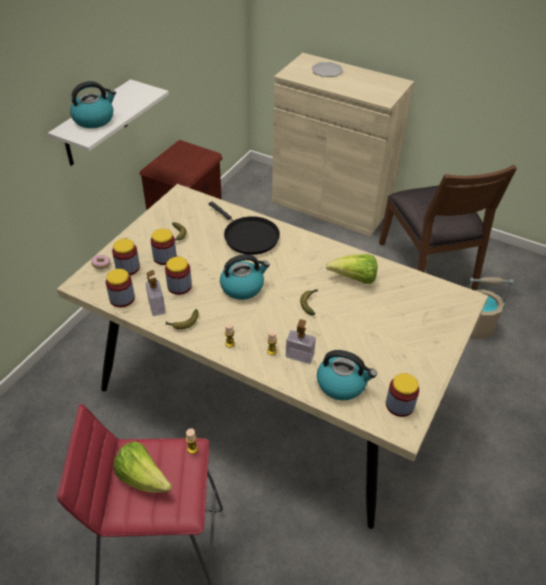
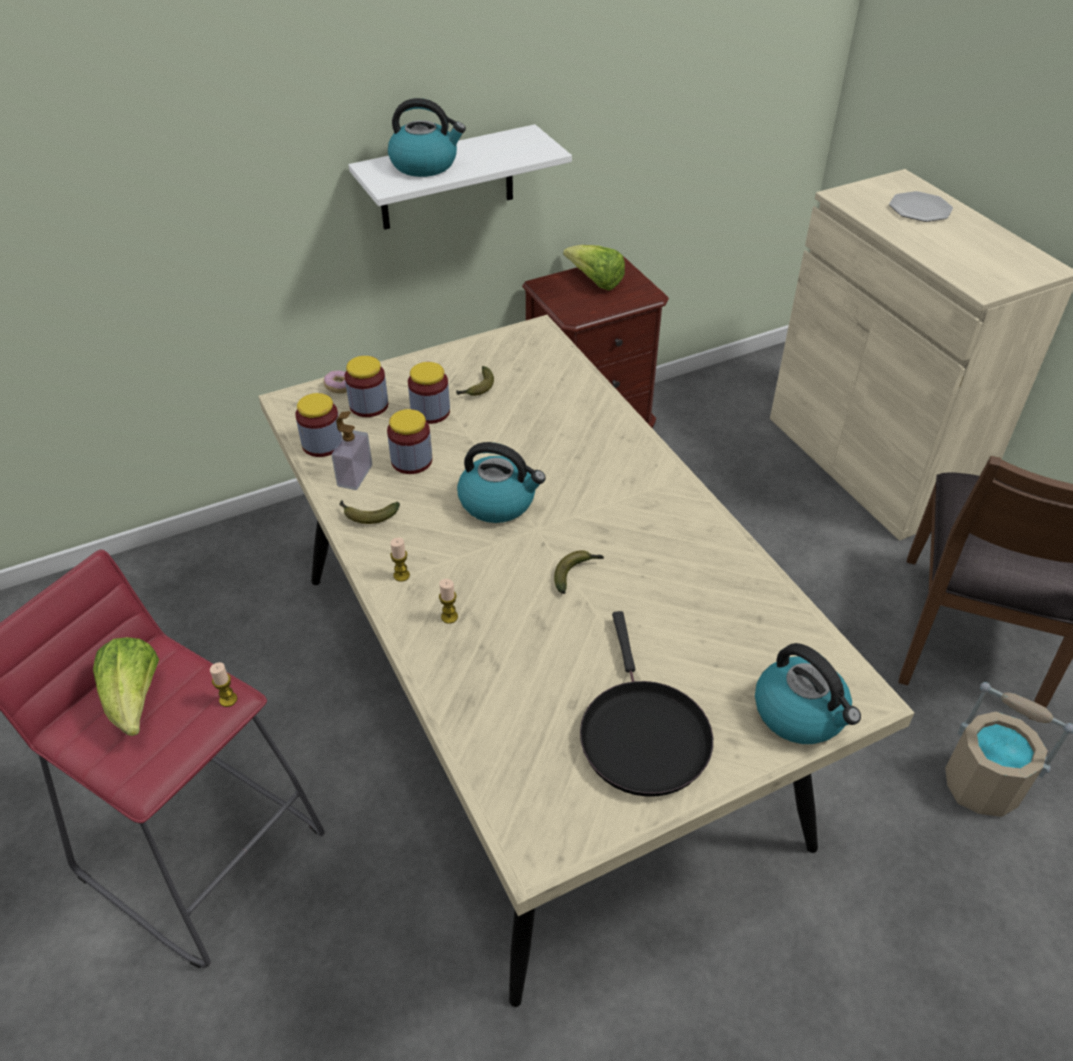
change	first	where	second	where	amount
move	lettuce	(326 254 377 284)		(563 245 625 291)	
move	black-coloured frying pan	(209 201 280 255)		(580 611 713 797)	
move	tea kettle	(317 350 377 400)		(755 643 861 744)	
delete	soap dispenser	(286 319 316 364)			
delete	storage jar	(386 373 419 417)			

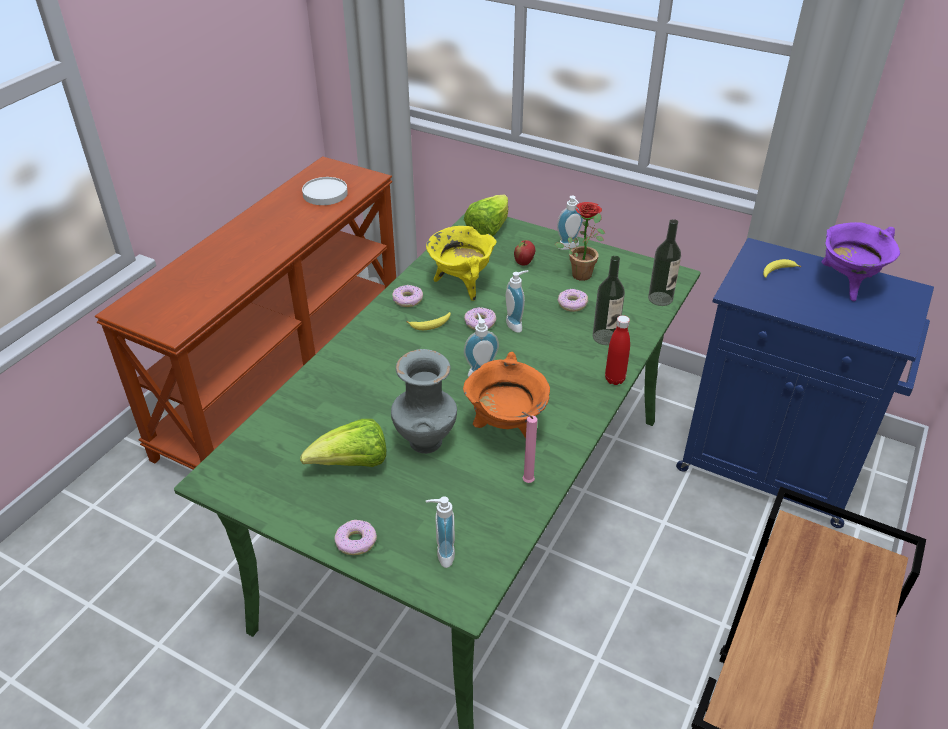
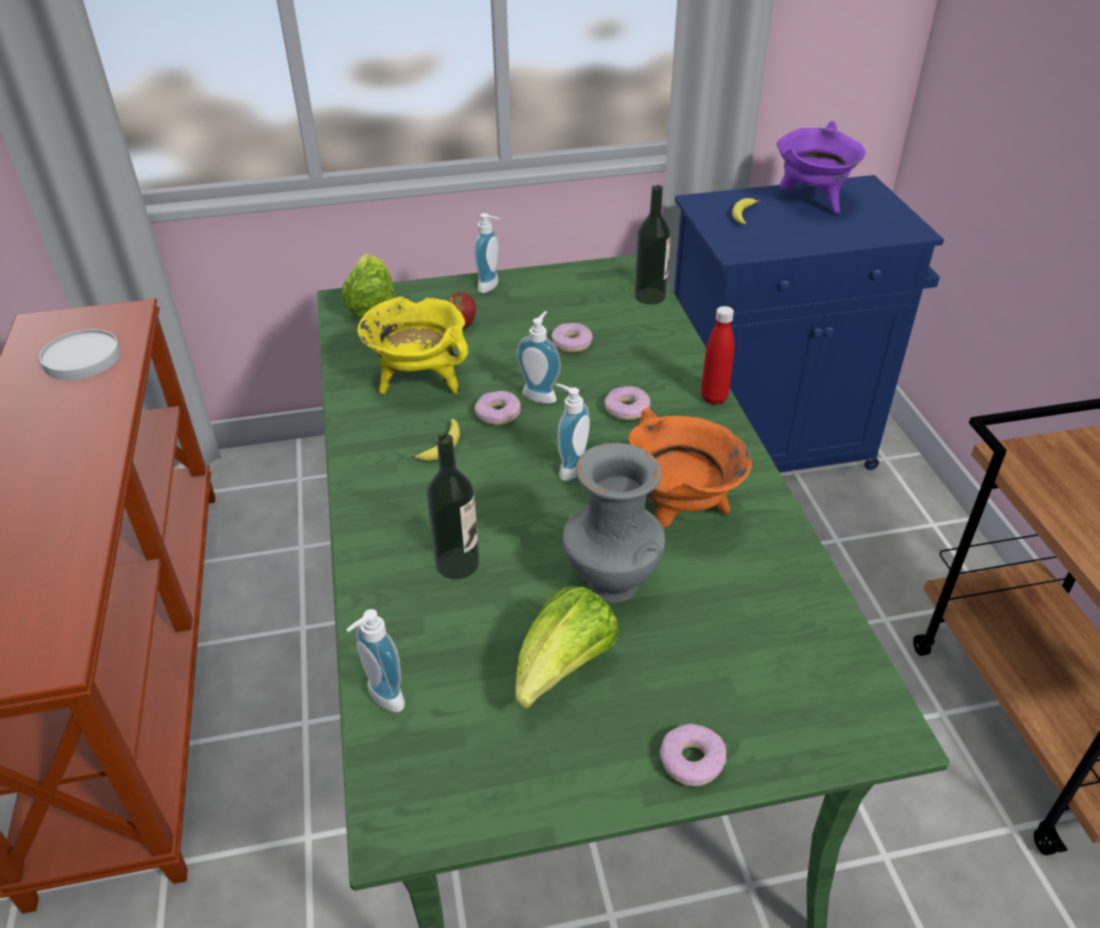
change	first	where	second	where	amount
move	soap dispenser	(426 496 455 568)		(346 609 405 712)	
move	beverage bottle	(593 256 625 345)		(427 434 480 579)	
move	doughnut	(392 285 423 307)		(604 386 650 420)	
delete	pink wax candle	(522 412 538 483)			
delete	plant in a pot	(555 202 605 281)			

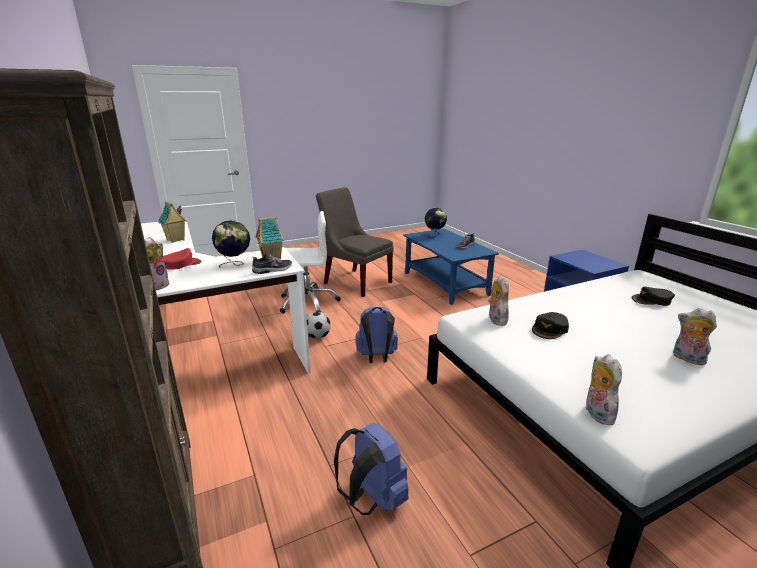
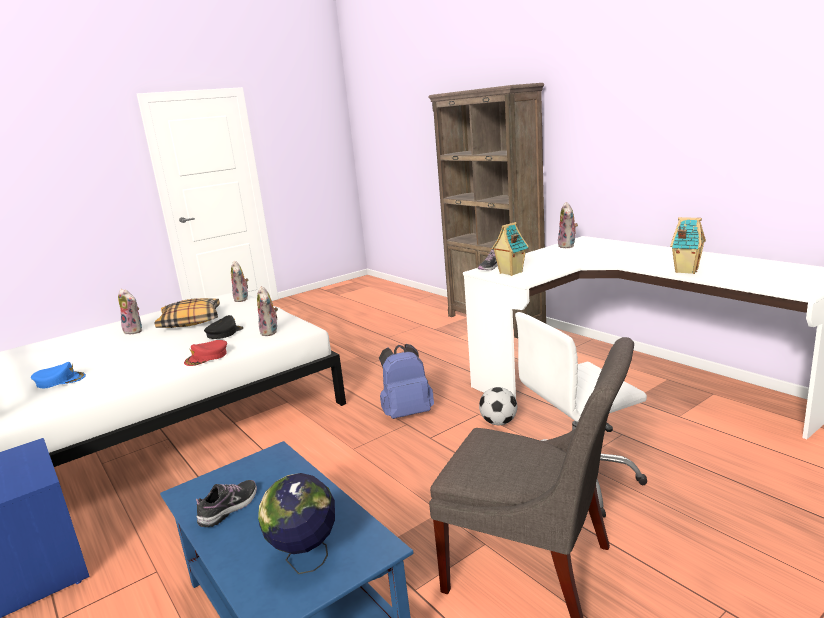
change	first	where	second	where	amount
recolor	black-coloured cap	(631 287 675 306)	blue-coloured cap	(31 362 86 388)	
insert			throw pillow	(155 298 220 328)	
move	reddish cap	(163 248 202 270)		(184 340 227 366)	
delete	globe	(212 220 250 268)			
delete	blue-coloured backpack	(334 423 409 515)			

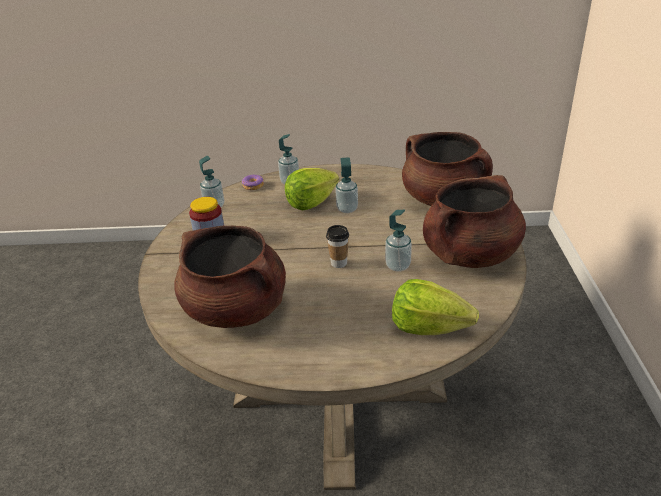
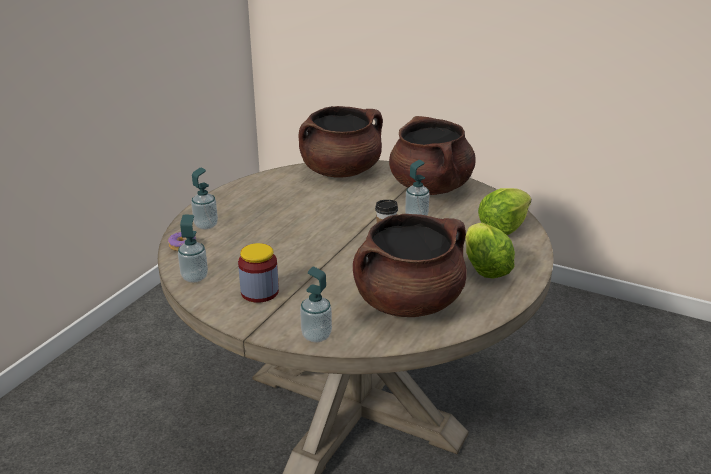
change	first	where	second	where	amount
move	soap dispenser	(335 157 358 213)		(300 267 332 343)	
move	lettuce	(285 168 339 210)		(465 223 515 278)	

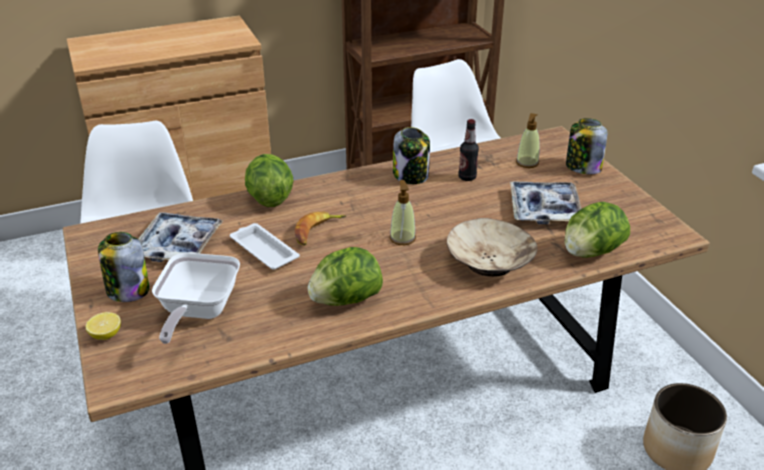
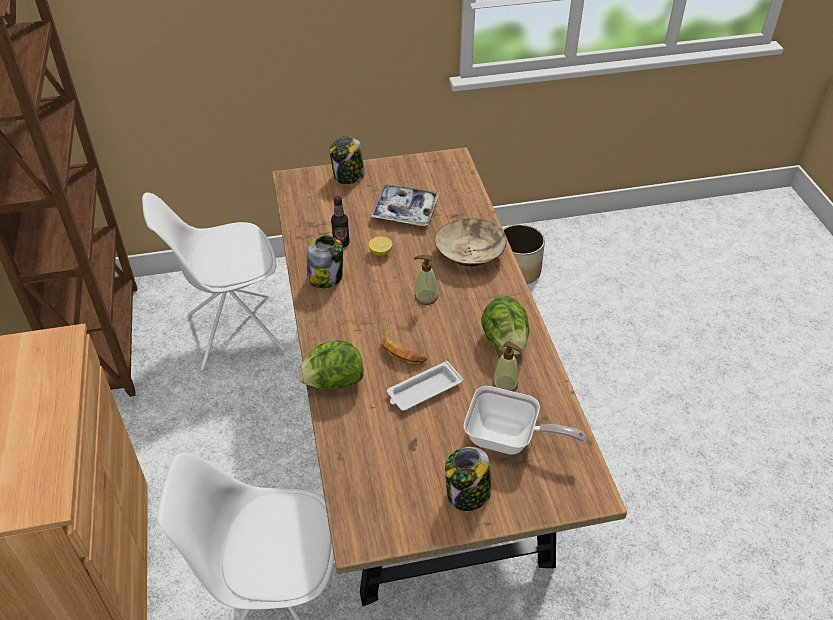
change	first	where	second	where	amount
move	whole lemon	(86 312 121 340)		(369 237 392 256)	
move	soap dispenser	(516 113 540 168)		(493 341 522 392)	
delete	carrying tray	(138 212 223 262)			
delete	lettuce	(565 202 630 258)			

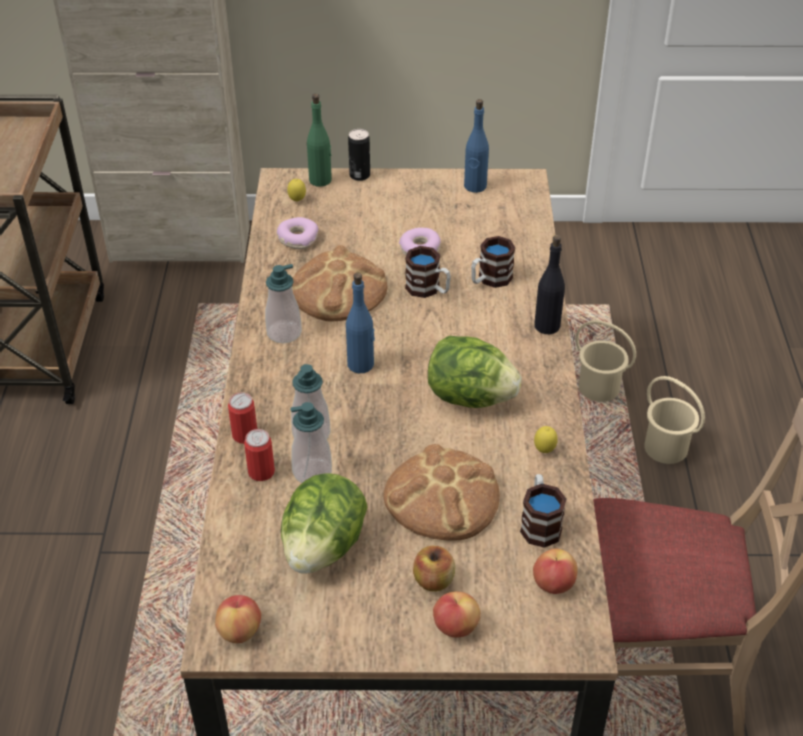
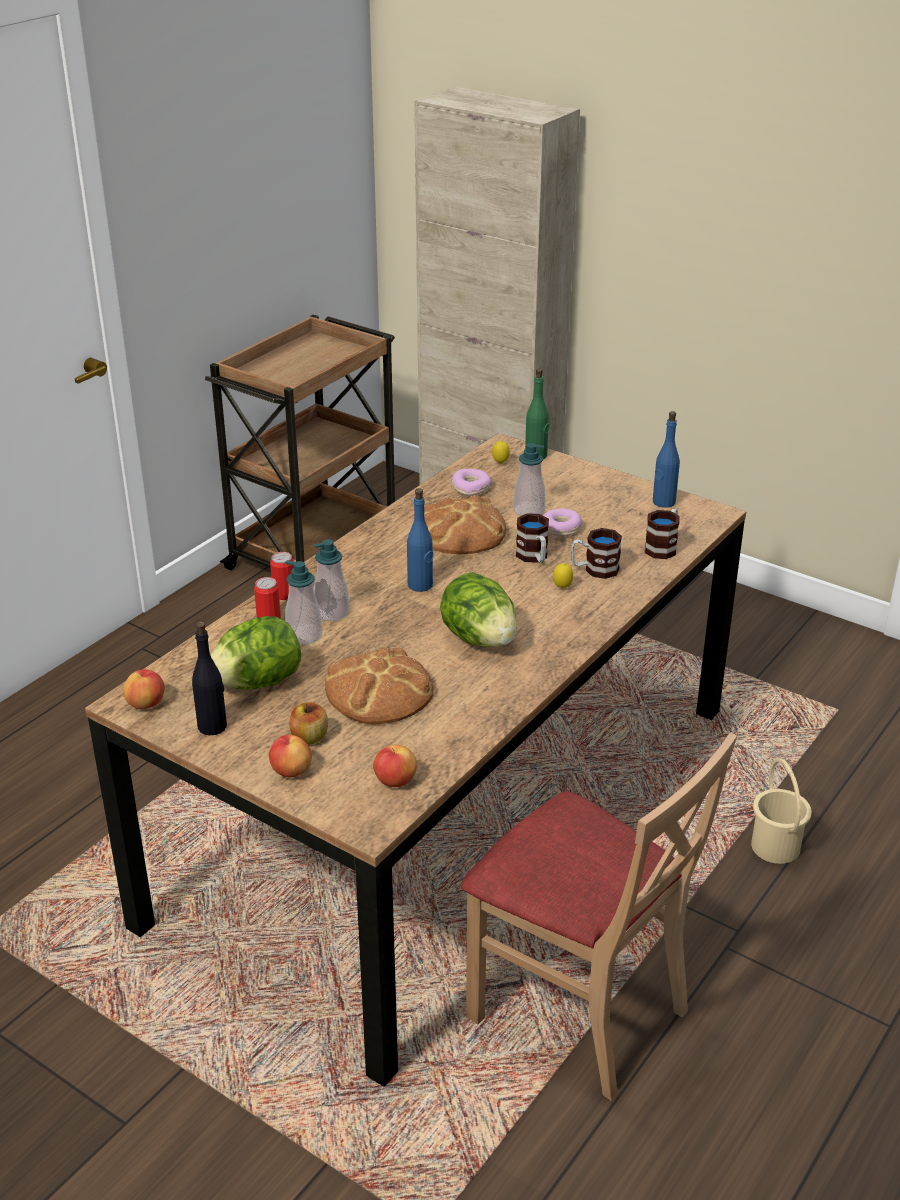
change	first	where	second	where	amount
move	black-coloured beverage bottle	(534 235 565 334)		(192 621 227 735)	
move	soap dispenser	(265 264 302 343)		(514 443 545 516)	
move	whole lemon	(534 426 558 453)		(553 563 573 589)	
move	mug	(520 474 566 548)		(644 509 680 559)	
delete	sealed can	(348 129 370 181)			
delete	sand-coloured bucket	(575 320 636 402)			

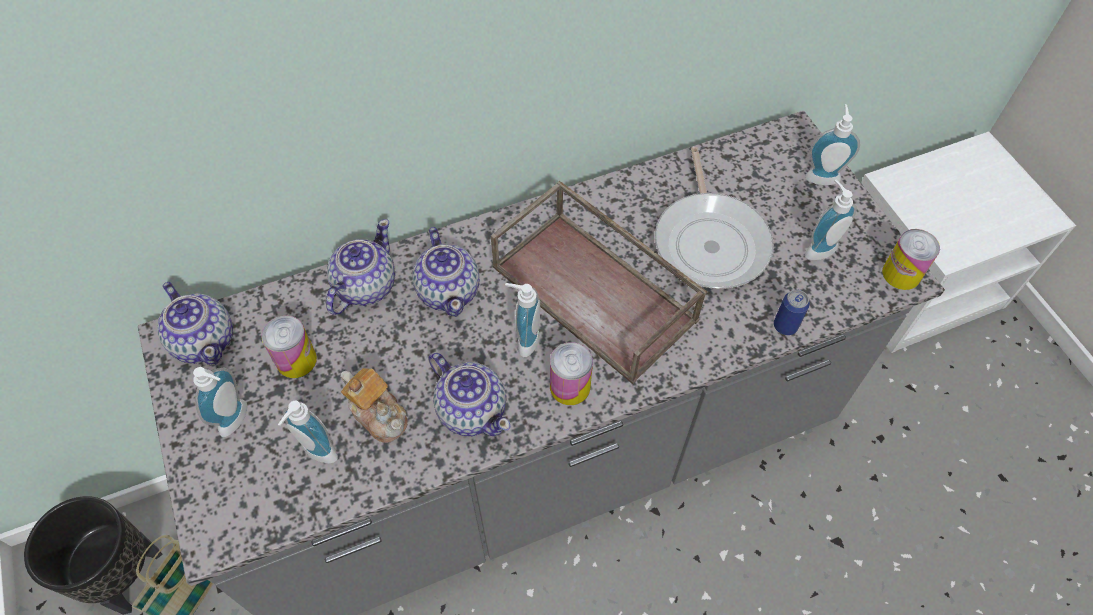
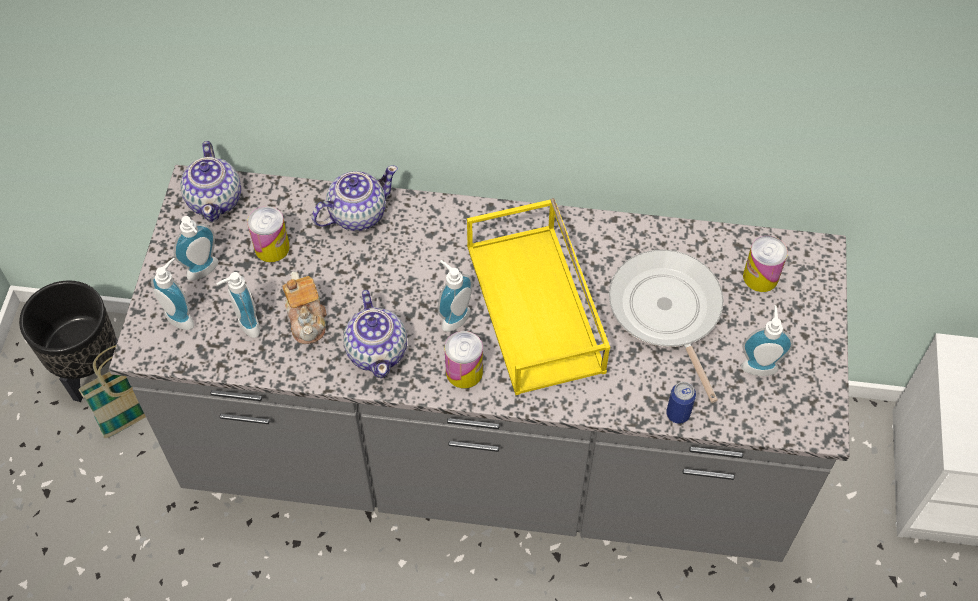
change	first	where	second	where	amount
move	soap dispenser	(805 104 860 185)		(151 258 194 330)	
recolor	brown carrying tray	(491 181 707 384)	yellow carrying tray	(467 198 610 395)	
rotate	frying pan	(655 147 774 289)		(609 249 724 403)	135 degrees clockwise
move	sealed can	(882 229 940 290)		(743 236 788 292)	
delete	tea pot	(413 227 480 317)			

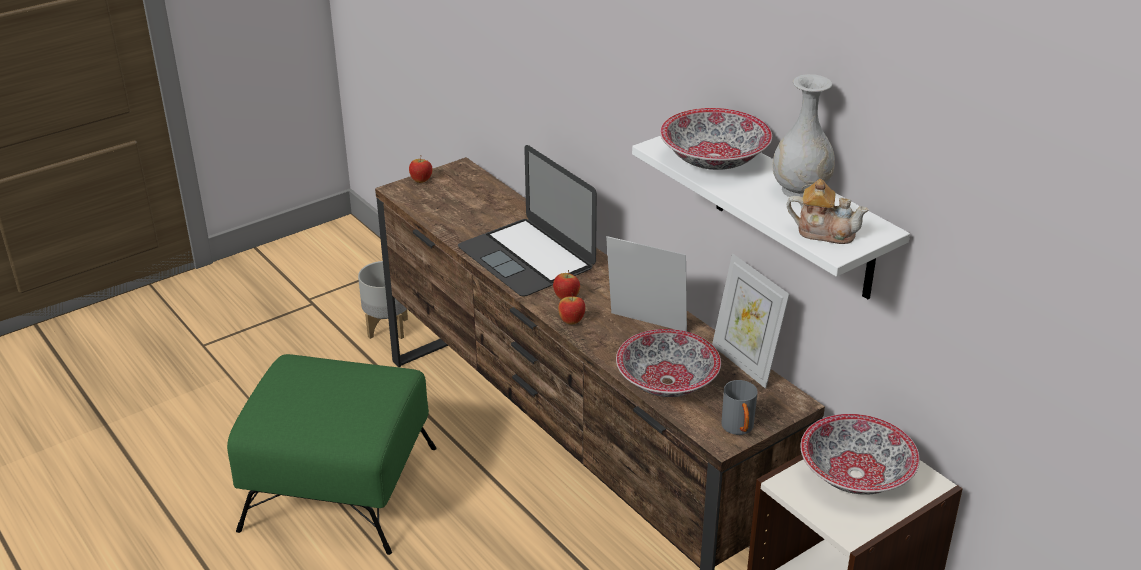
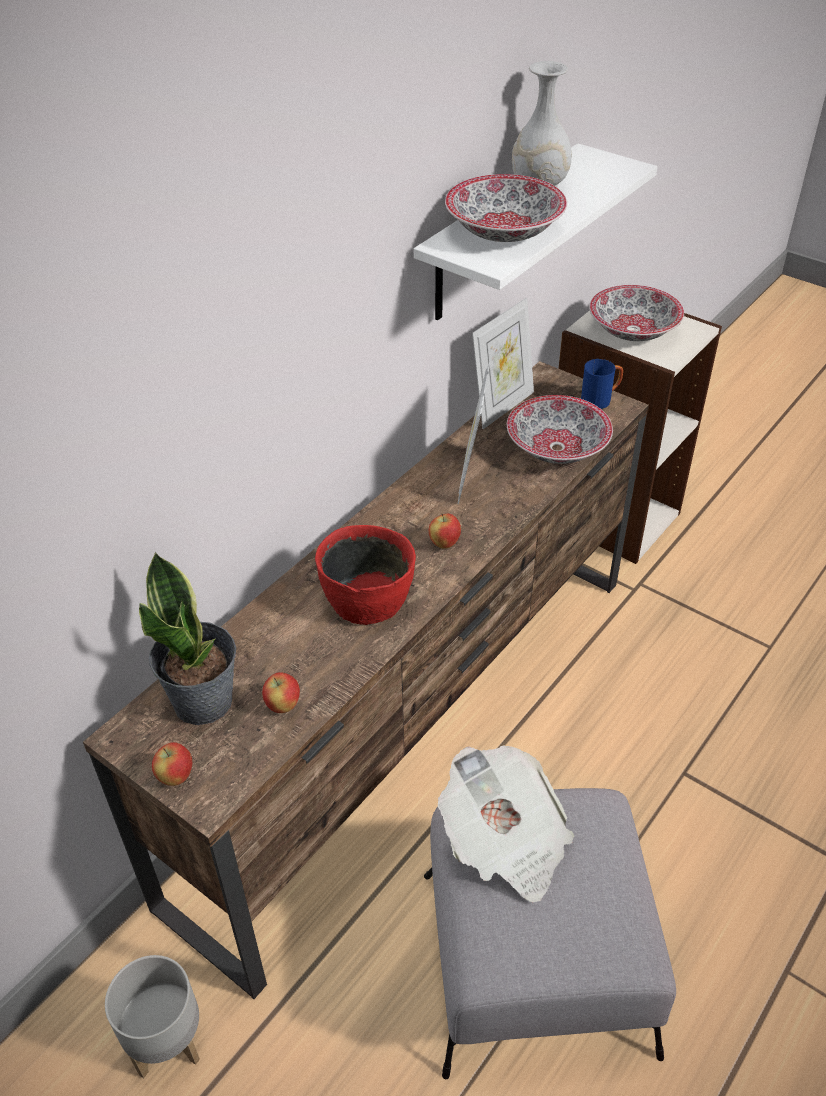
change	first	where	second	where	amount
insert			plant in a pot	(139 552 236 725)	
move	apple fruit	(558 292 586 325)		(262 672 300 713)	
replace	laptop	(458 145 597 297)	reddish deep dish	(315 525 416 625)	
recolor	greenish ottoman	(227 354 437 555)	greyish ottoman	(424 788 676 1079)	
insert			newspaper	(438 745 574 902)	
recolor	greyish mug	(721 380 758 435)	blue-coloured mug	(581 359 623 409)	
delete	tea pot	(787 179 869 244)			

